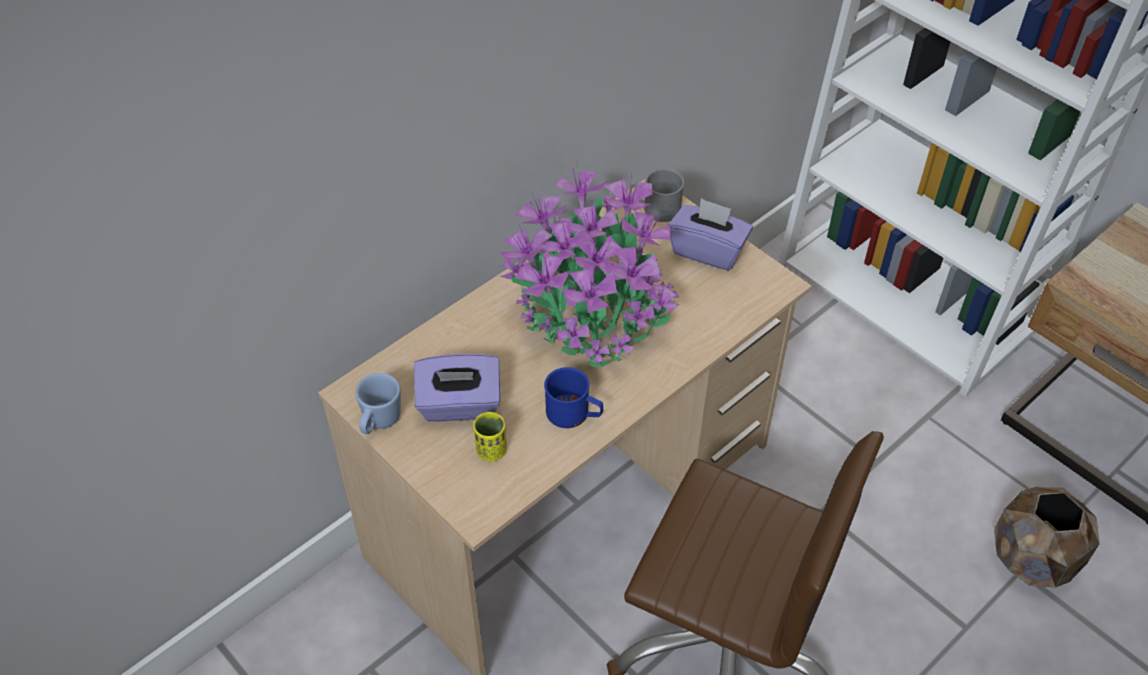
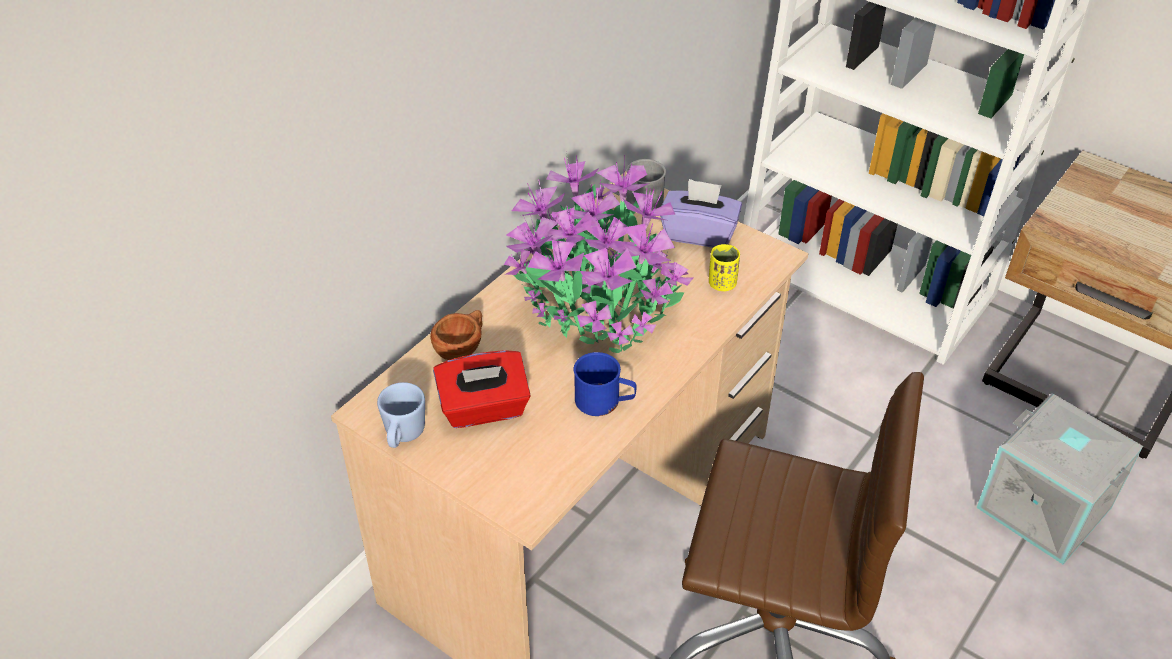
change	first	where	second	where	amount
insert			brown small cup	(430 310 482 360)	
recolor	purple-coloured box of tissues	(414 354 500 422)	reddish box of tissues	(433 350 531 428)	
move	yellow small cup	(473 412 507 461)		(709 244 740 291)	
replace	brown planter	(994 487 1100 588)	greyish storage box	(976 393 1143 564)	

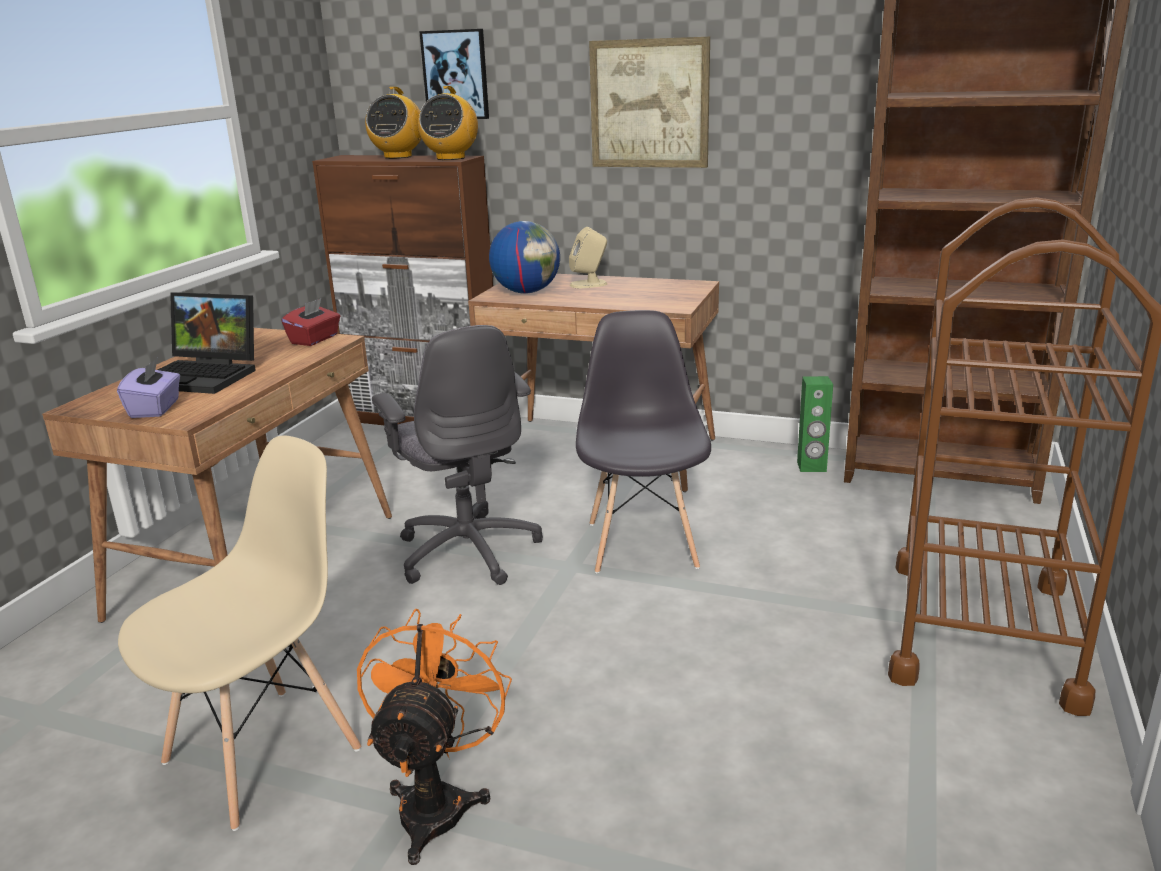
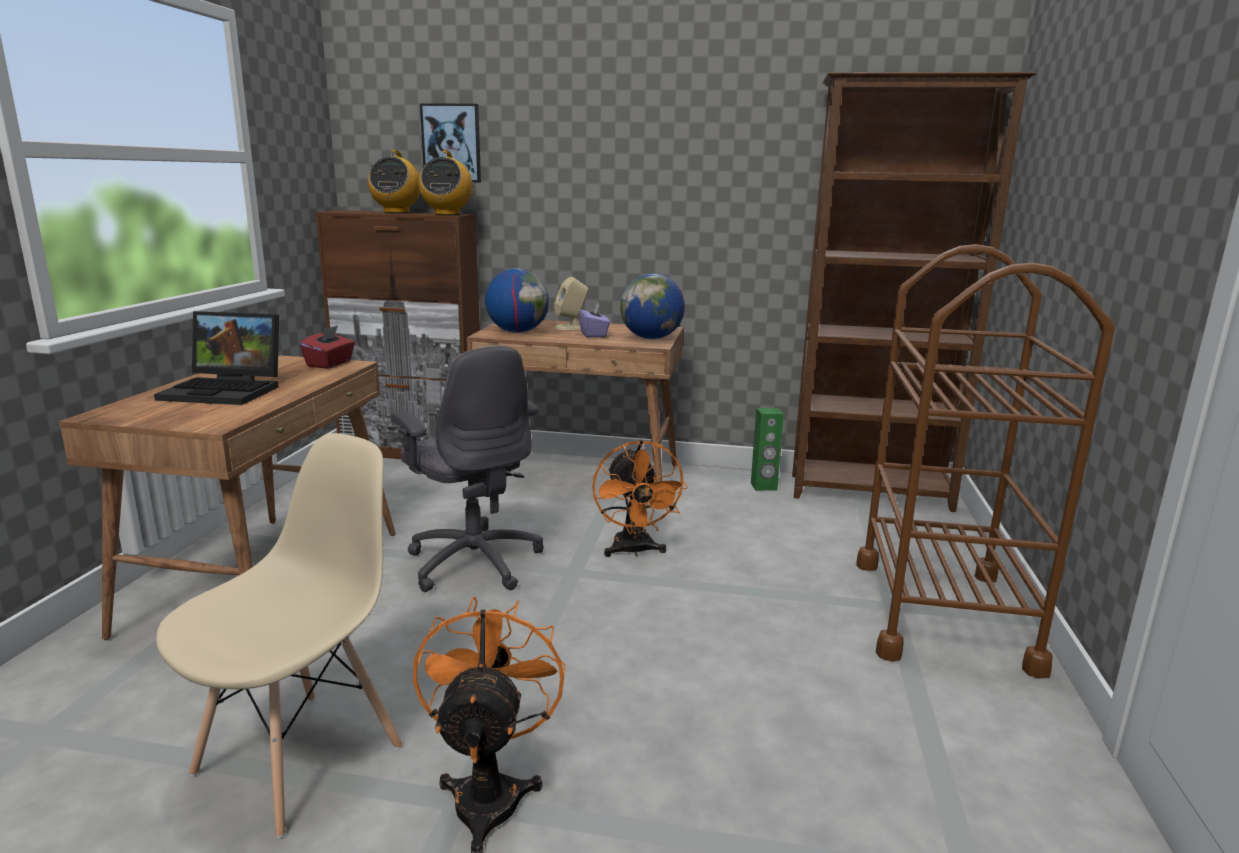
change	first	where	second	where	amount
move	purple-coloured box of tissues	(117 358 180 418)		(579 302 610 338)	
replace	greyish upright chair	(576 310 711 574)	orange fan	(592 440 688 557)	
insert			globe	(620 274 685 339)	
delete	wall art	(589 37 710 168)			

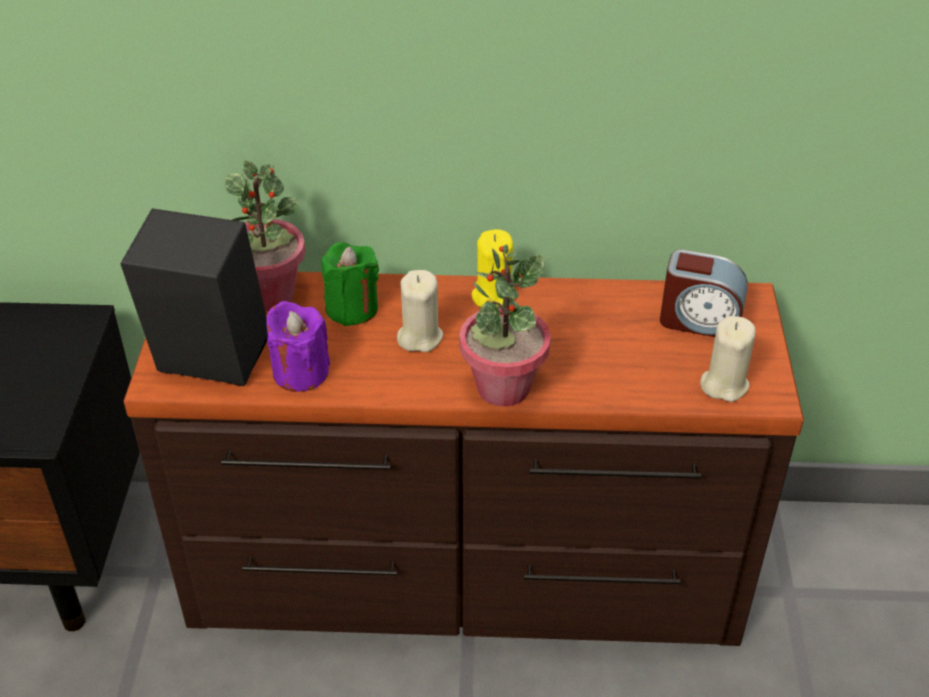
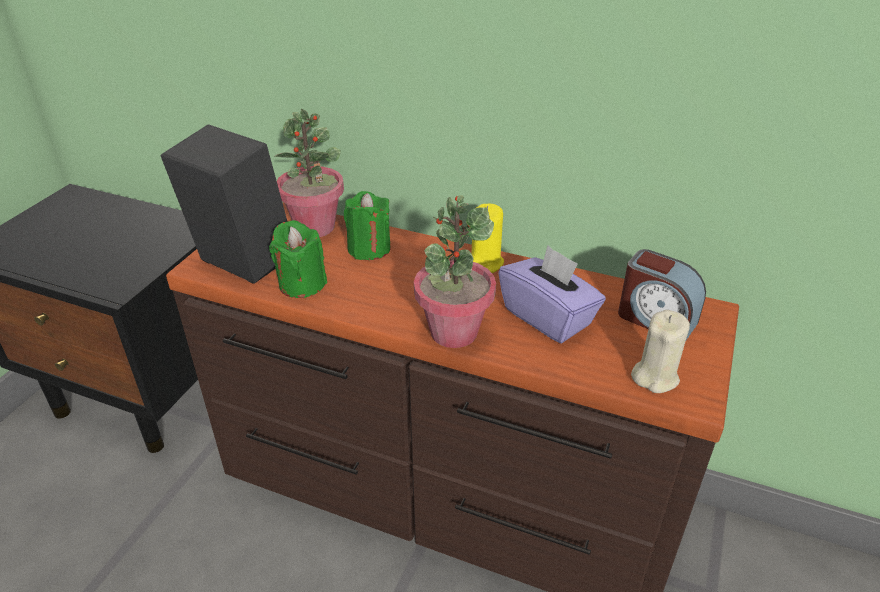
change	first	where	second	where	amount
recolor	purple-coloured wax candle	(266 301 330 392)	greenish wax candle	(269 220 327 298)	
insert			purple-coloured box of tissues	(498 246 606 343)	
delete	sand-coloured wax candle	(397 270 443 352)			

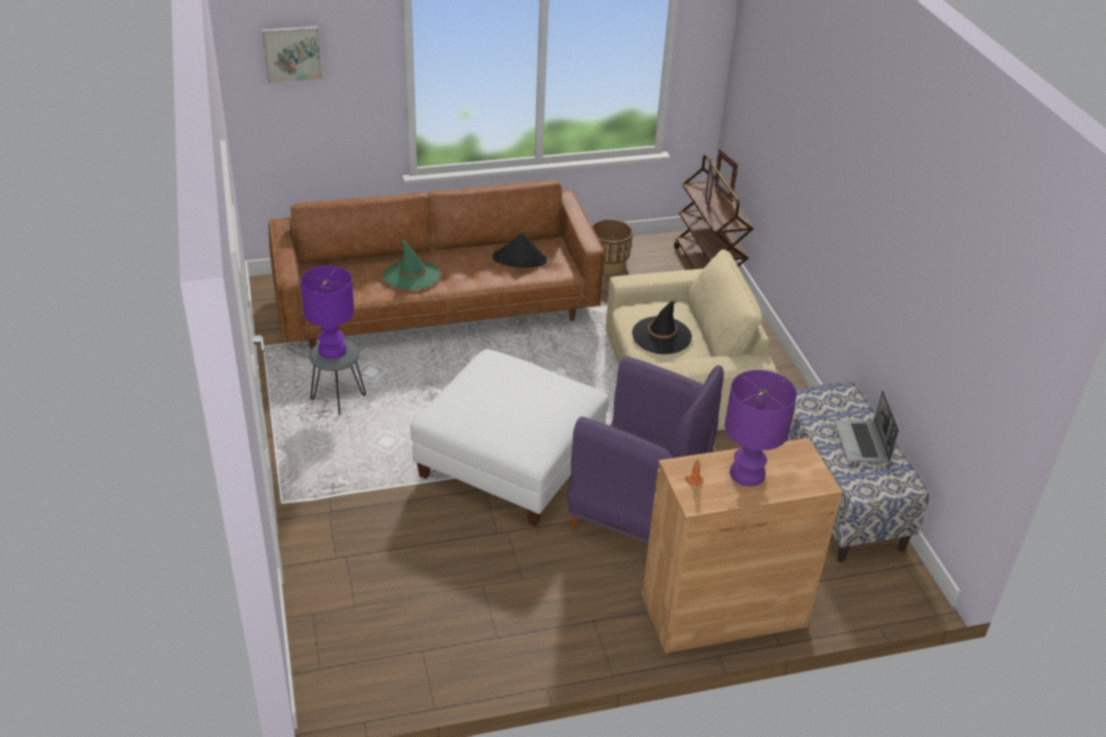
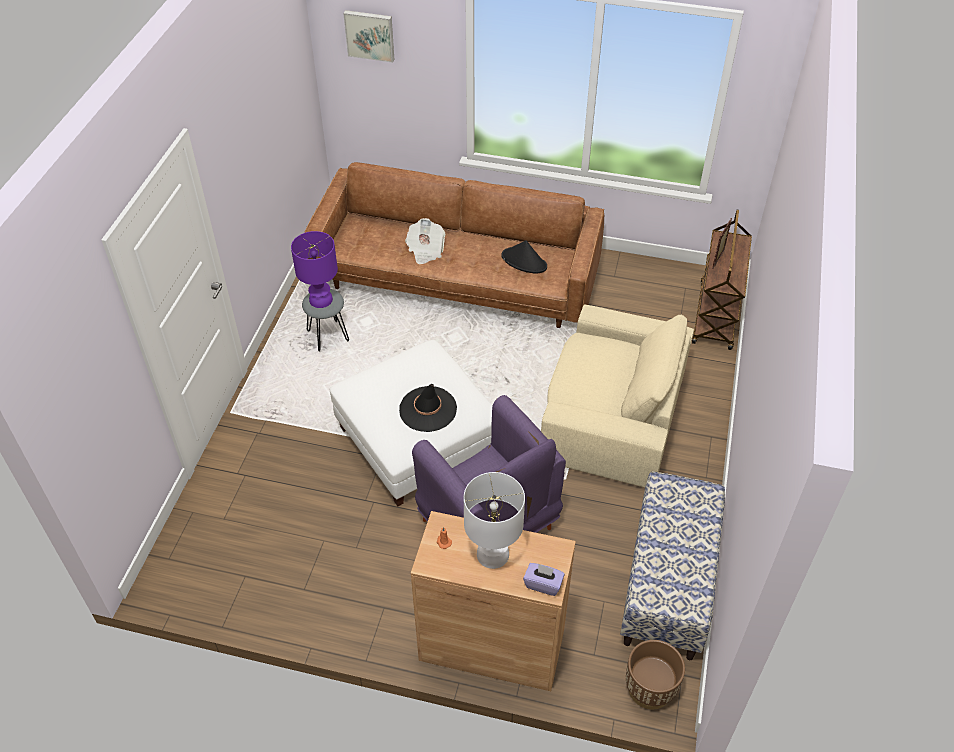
change	first	where	second	where	amount
move	black-coloured wearable hat	(632 301 692 354)		(399 384 457 432)	
replace	greenish wearable hat	(383 239 440 290)	newspaper	(405 218 445 264)	
recolor	purple-coloured lamp for a table	(725 370 797 487)	white-coloured lamp for a table	(464 472 525 569)	
insert			purple-coloured box of tissues	(523 563 565 596)	
move	brown planter	(592 219 633 274)		(626 640 685 709)	
delete	standing frame	(714 149 738 202)			
delete	laptop	(834 391 899 463)			

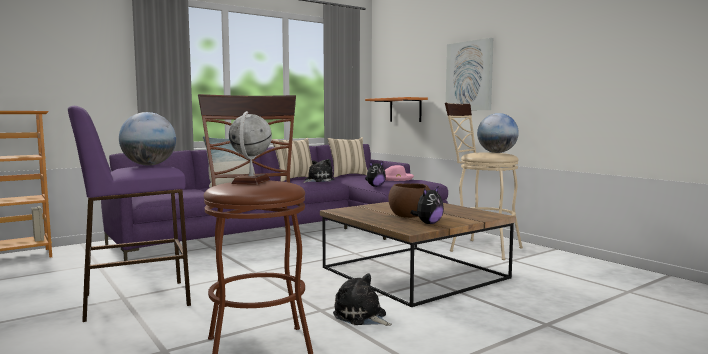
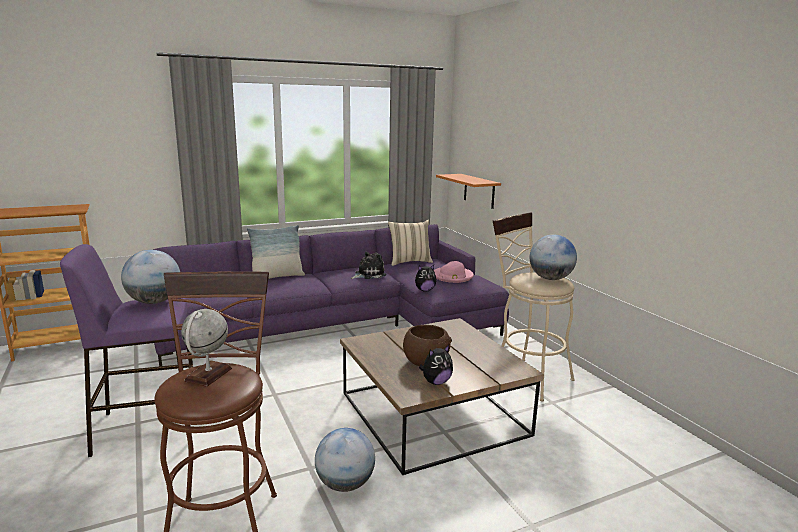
change	first	where	second	where	amount
replace	plush toy	(333 273 392 326)	globe	(315 428 375 492)	
delete	sand-coloured throw pillow	(272 138 313 182)			
delete	wall art	(445 38 493 111)			

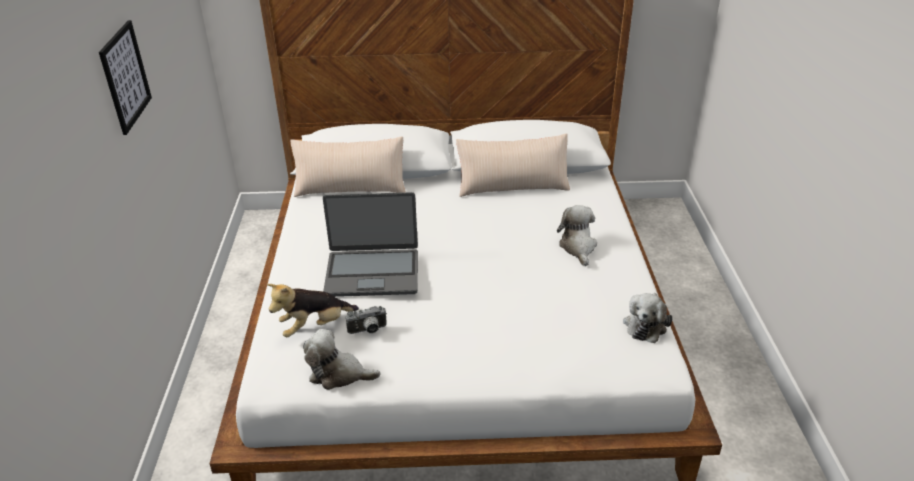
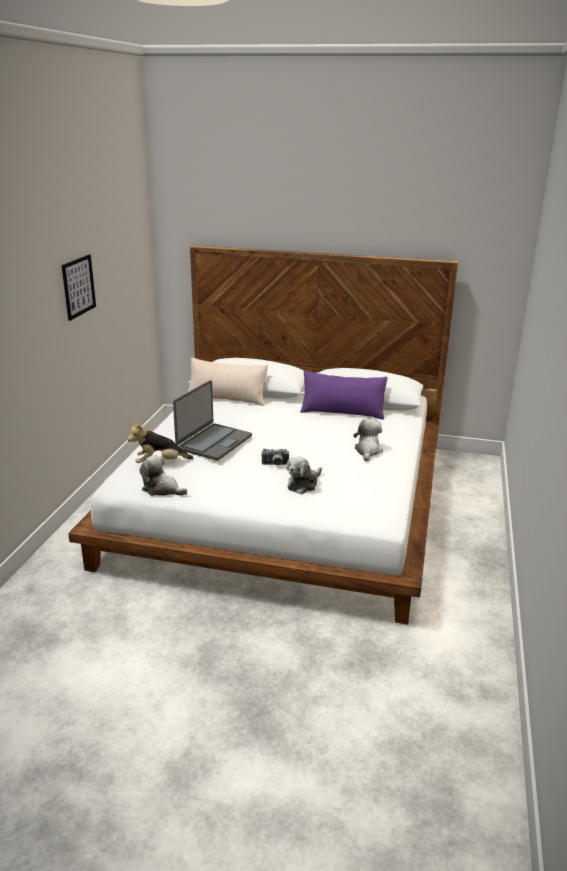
change	first	where	second	where	amount
rotate	laptop	(323 192 418 297)		(173 380 252 461)	75 degrees counterclockwise
move	photo camera	(346 306 387 334)		(261 449 290 466)	
move	plush toy	(623 293 673 343)		(286 456 322 494)	
recolor	sand-coloured throw pillow	(456 133 570 197)	purple-coloured throw pillow	(300 370 387 420)	

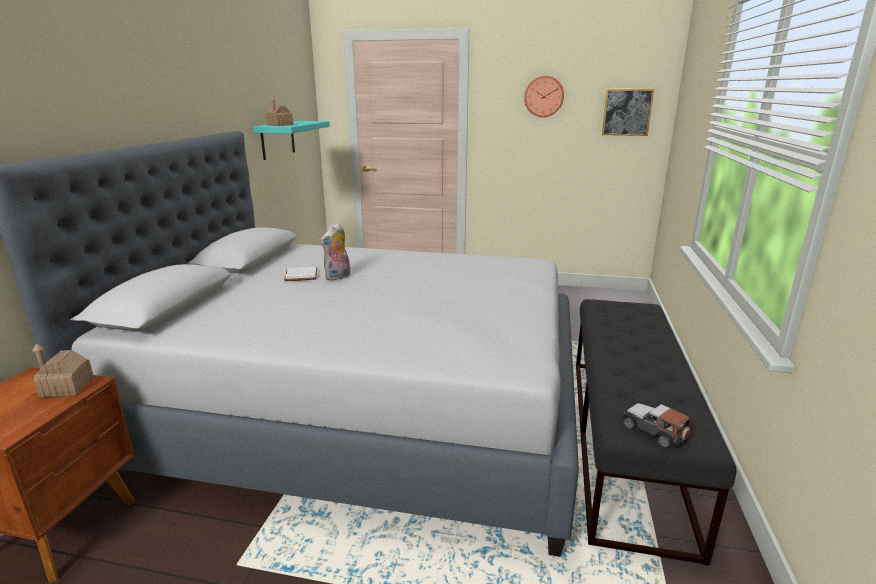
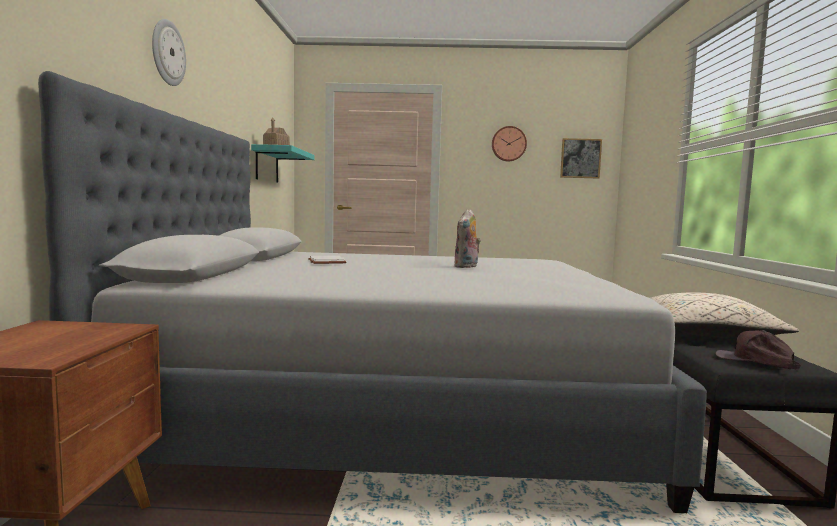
change	first	where	second	where	amount
insert			hanging clock	(152 19 186 86)	
move	plush toy	(320 223 350 281)		(454 209 481 268)	
insert			sand-coloured throw pillow	(651 292 799 338)	
replace	toy car	(621 403 691 448)	brown cap	(715 330 801 369)	
delete	miniature house	(32 343 94 397)			

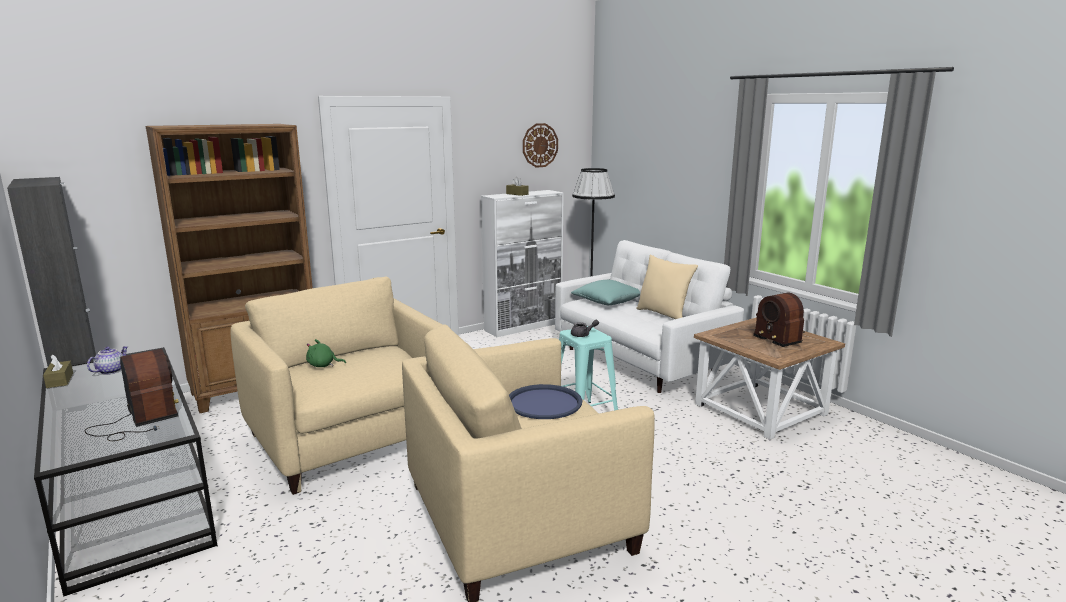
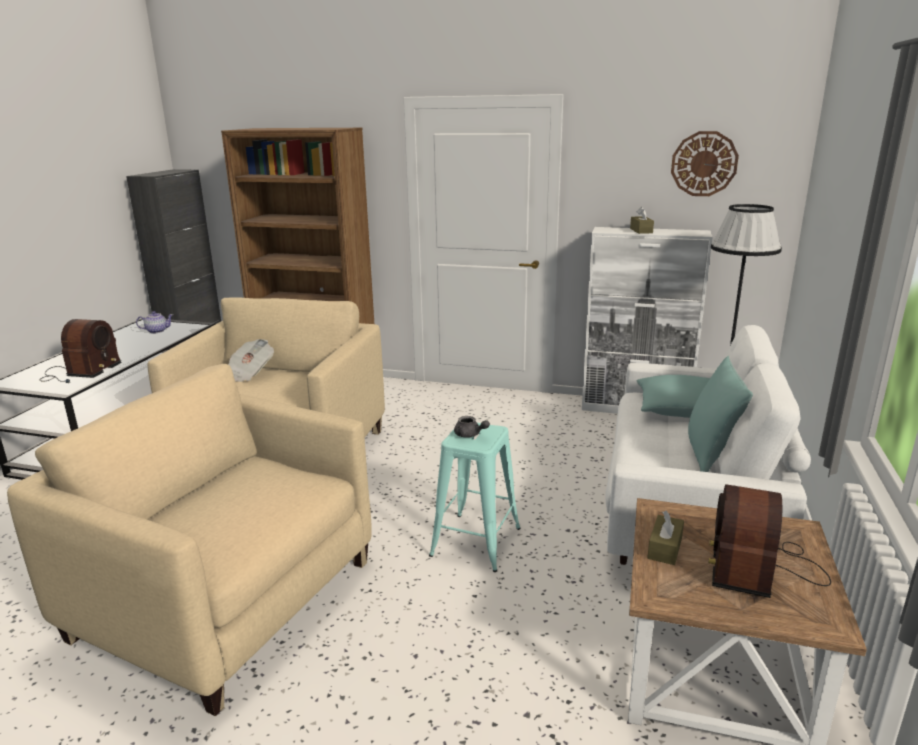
change	first	where	second	where	amount
replace	greenish plush toy	(306 339 346 367)	newspaper	(228 339 274 382)	
move	brown box of tissues	(43 354 73 388)		(647 511 684 565)	
recolor	sand-coloured throw pillow	(636 254 698 319)	turquoise-coloured throw pillow	(688 356 753 472)	
delete	blue-coloured carrying tray	(509 384 582 419)			

